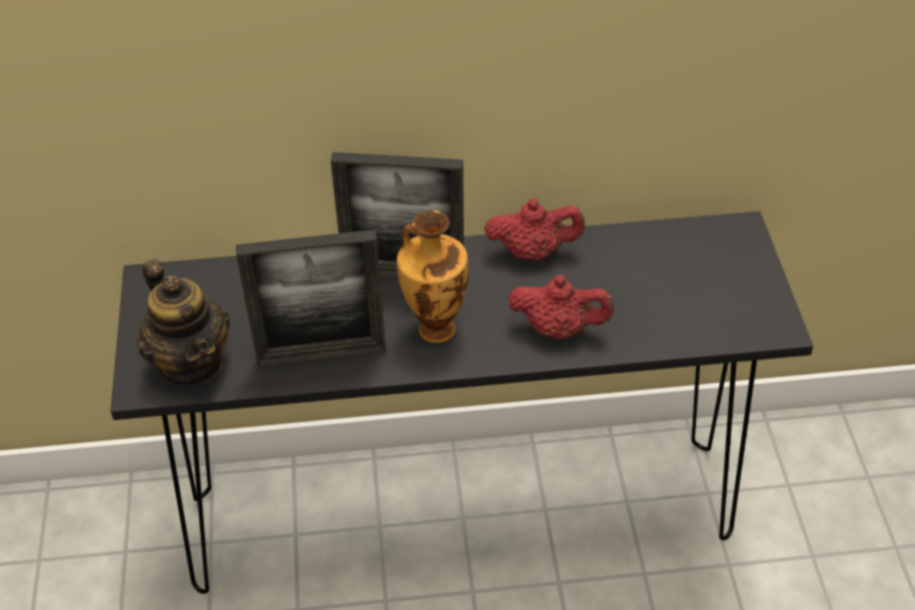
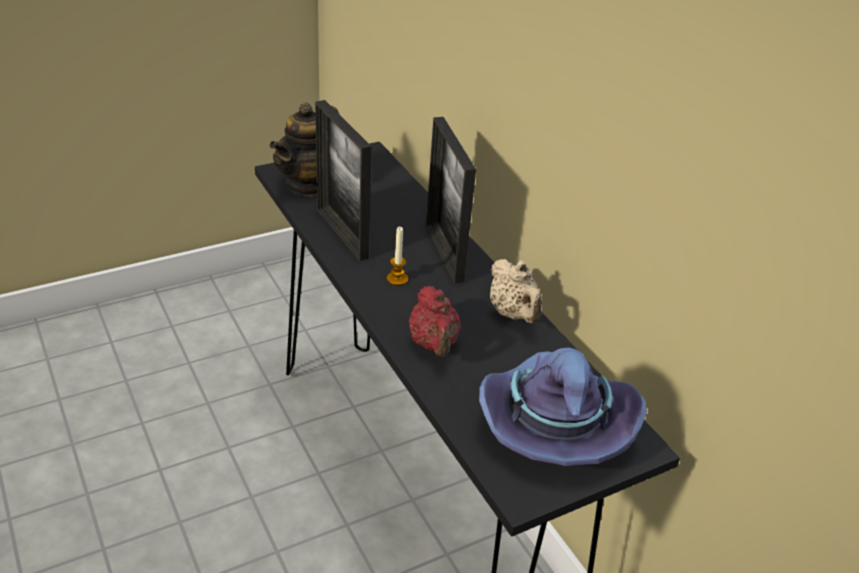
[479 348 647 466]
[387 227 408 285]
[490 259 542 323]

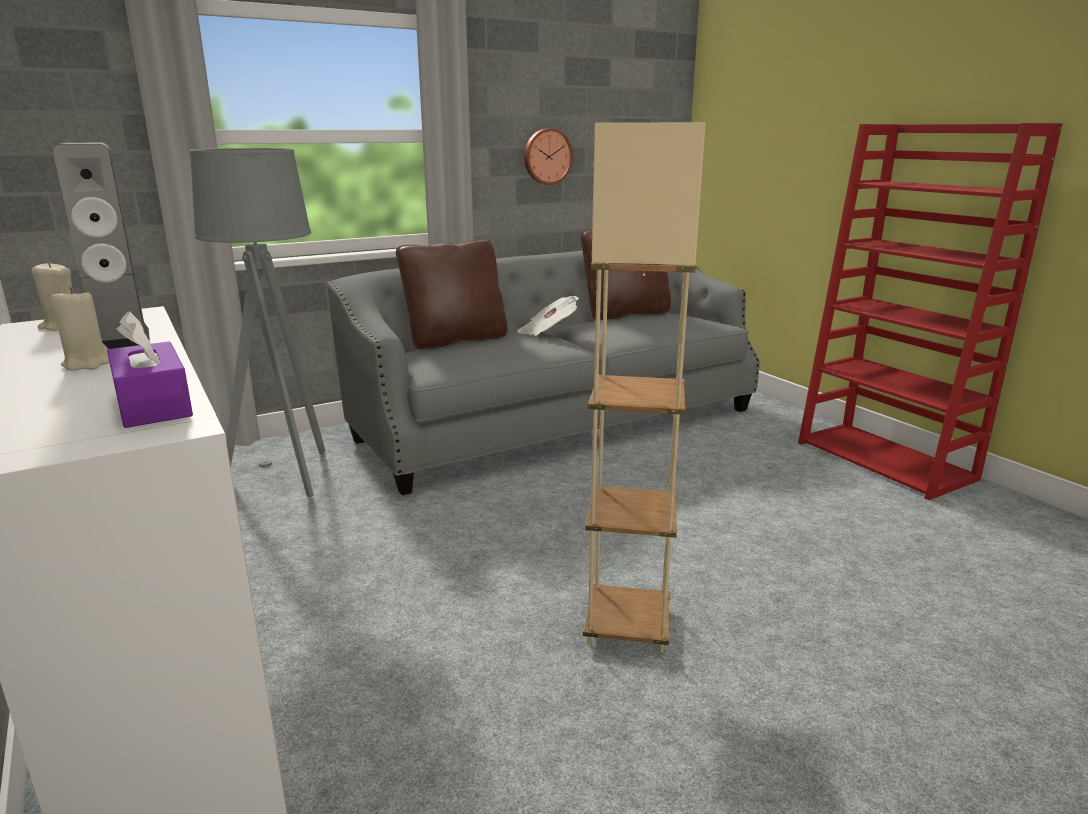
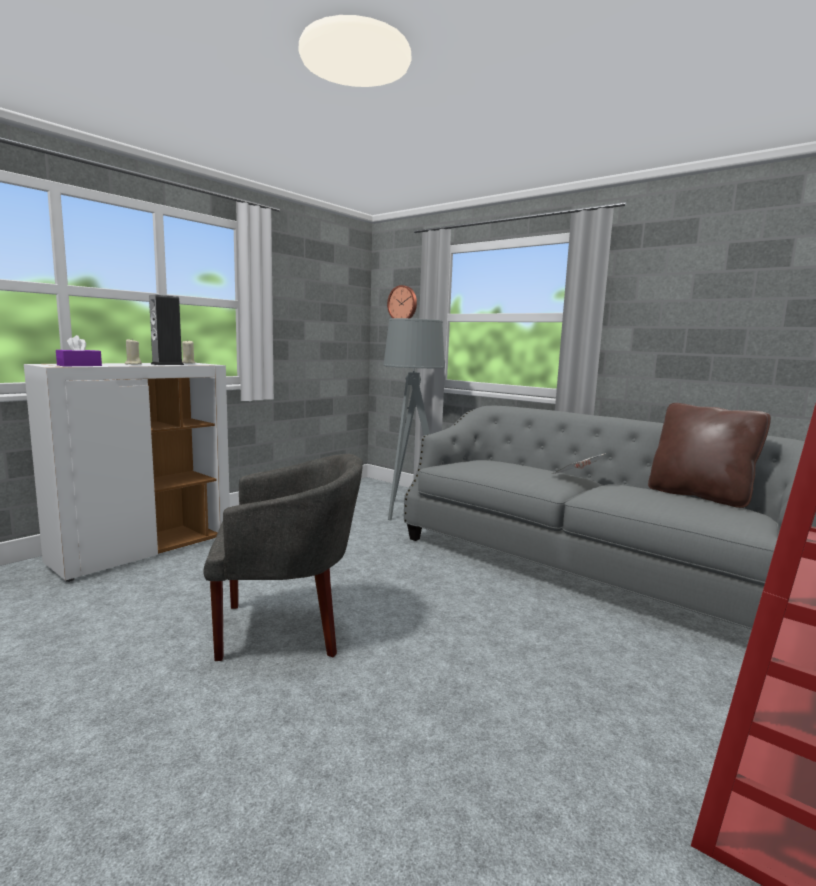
[396 239 508 349] (first image)
[387 285 417 318]
[203 454 363 661]

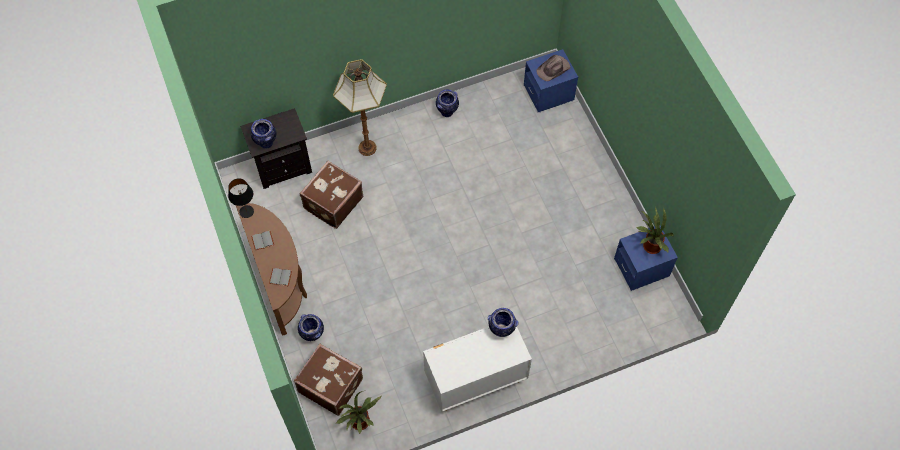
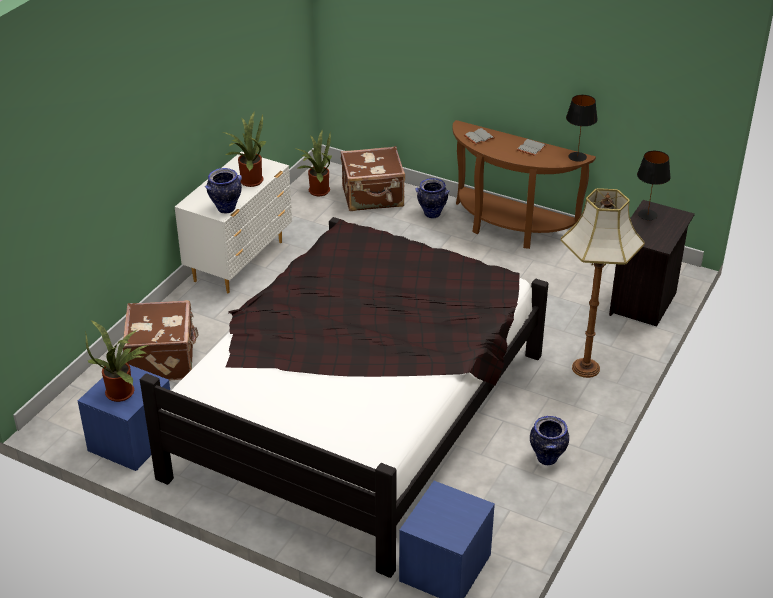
[537 55 571 81] (first image)
[140 217 549 578]
[223 112 266 187]
[123 300 199 381]
[637 151 671 220]

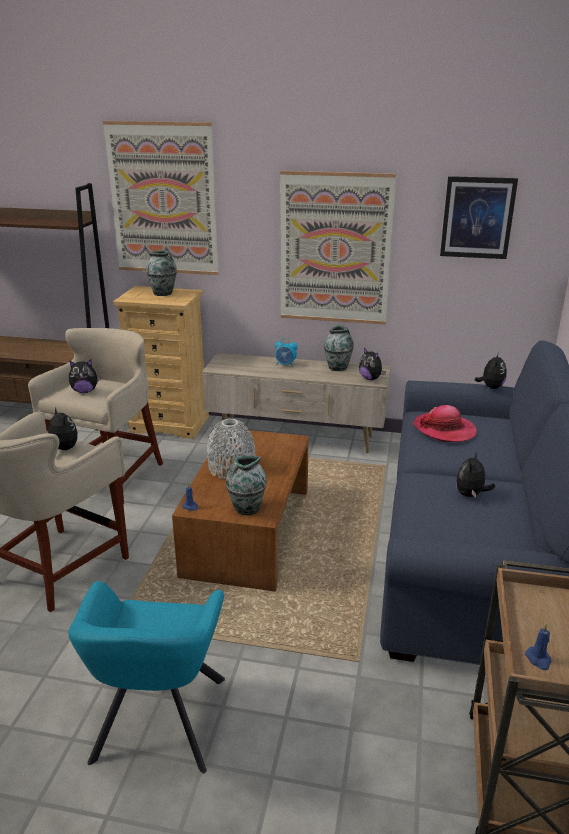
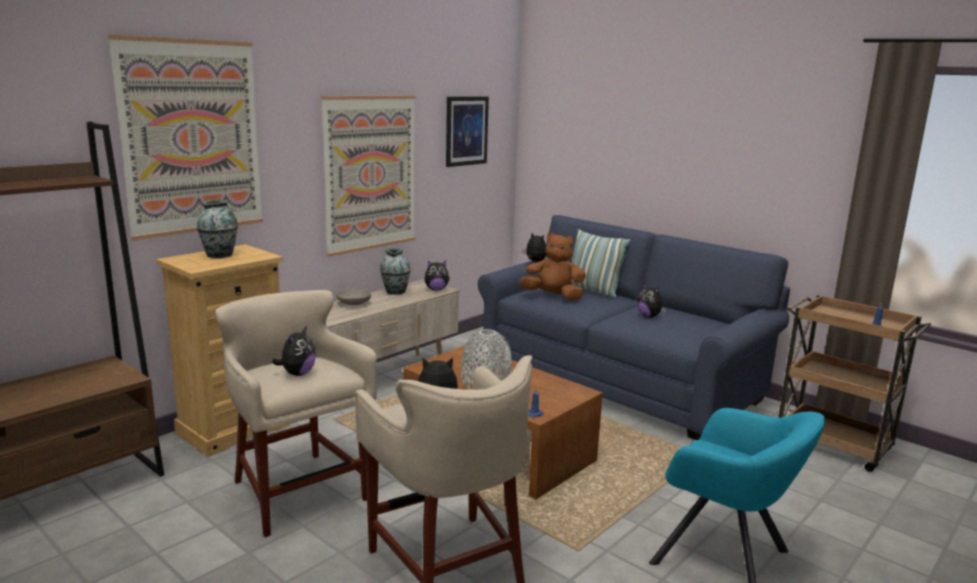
[226 456 267 515] (first image)
[571 229 630 298]
[336 288 371 305]
[519 233 586 300]

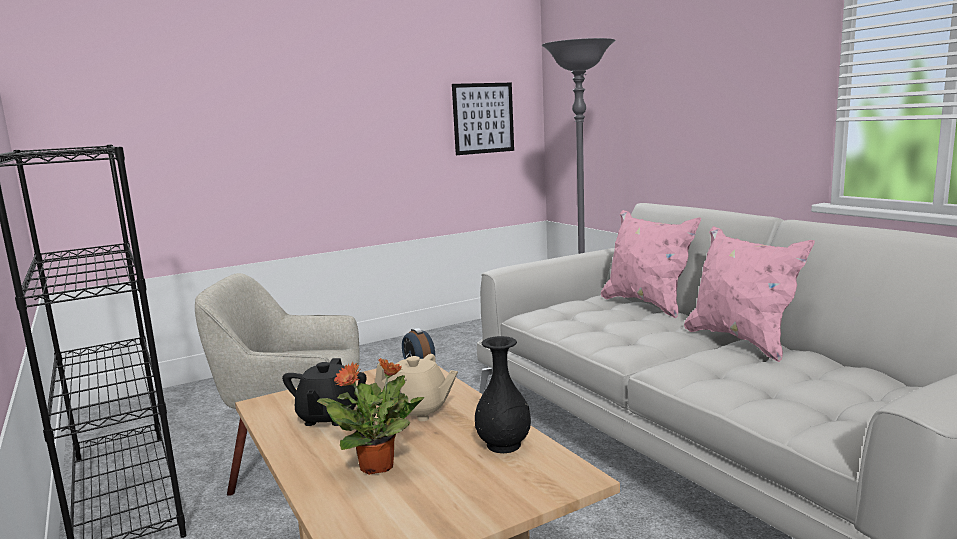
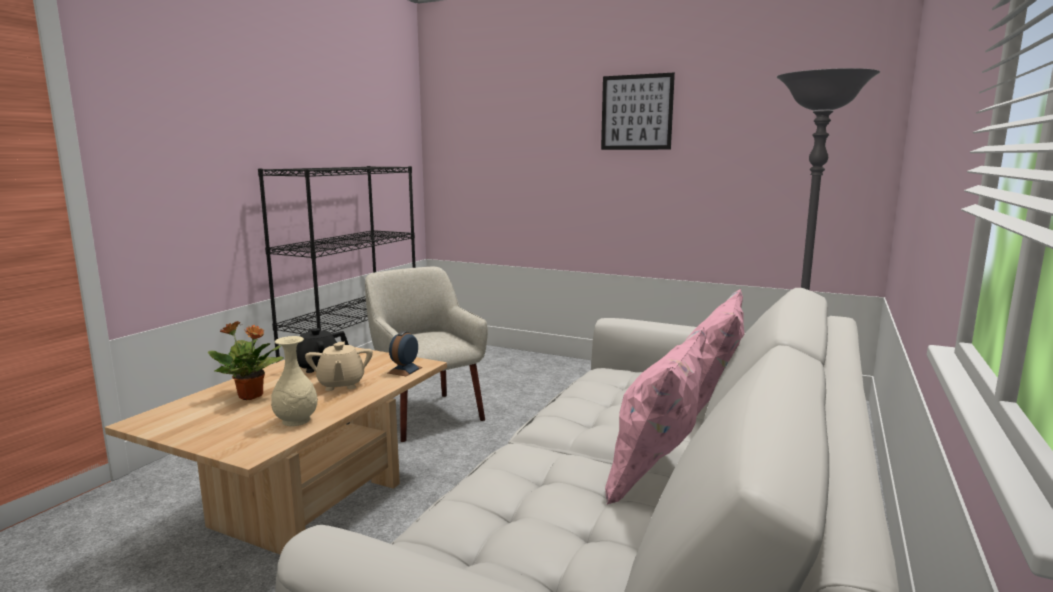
[601 73 675 150]
[271 336 318 426]

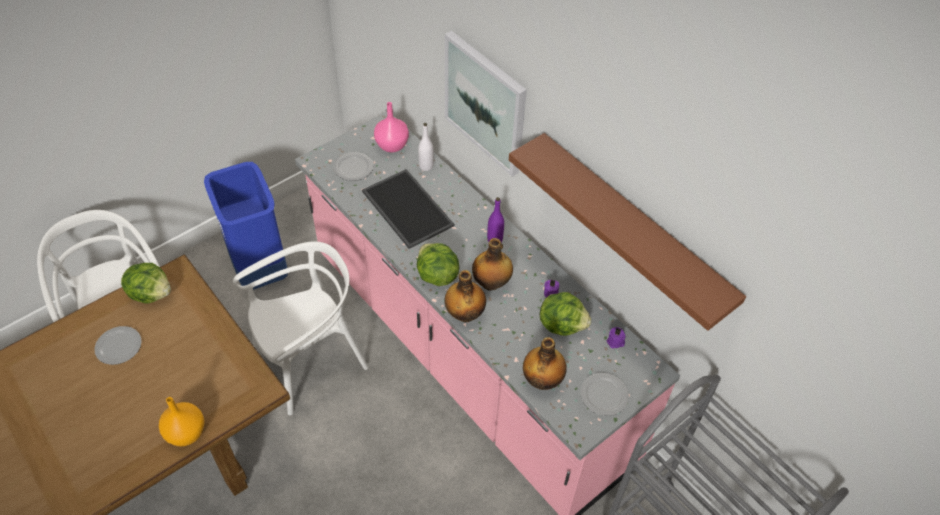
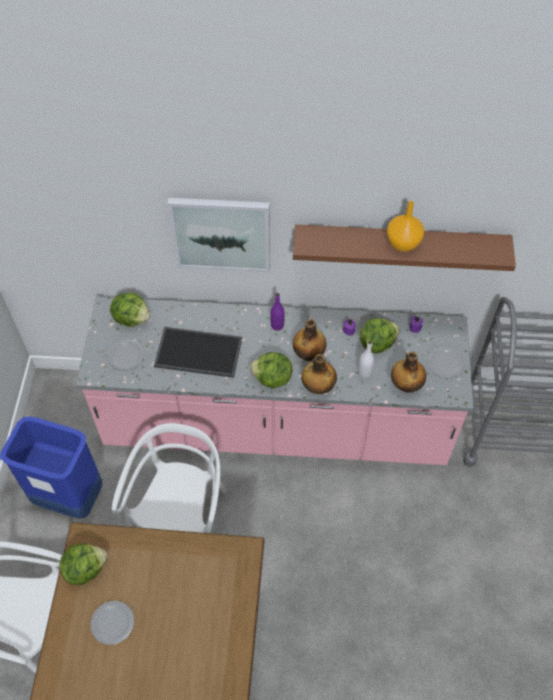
[387 201 424 252]
[358 341 374 378]
[110 293 150 327]

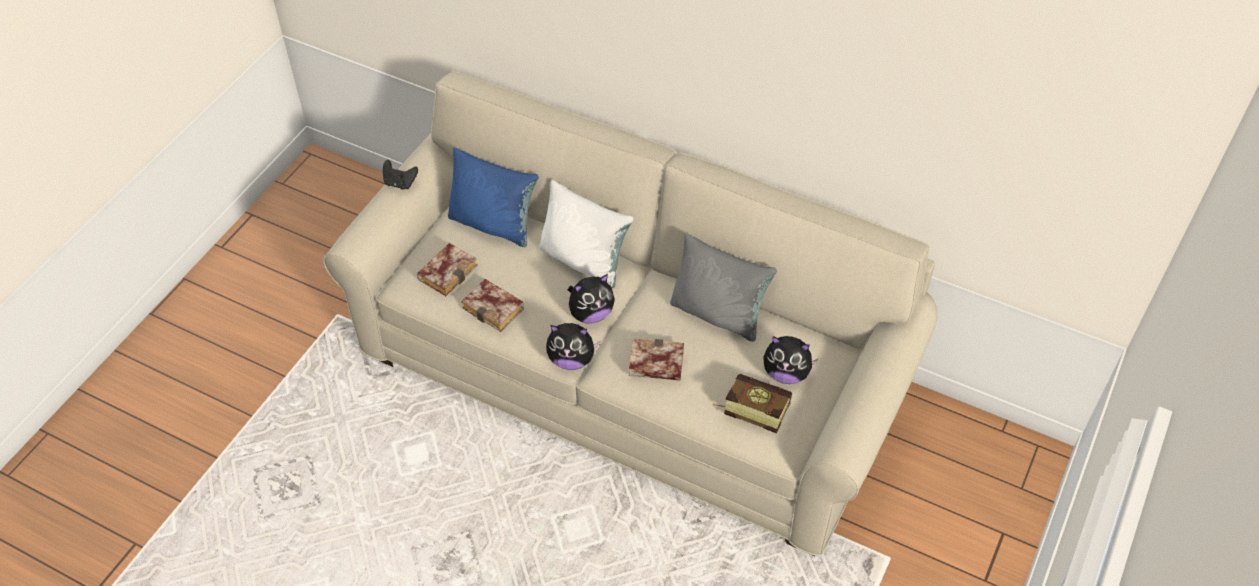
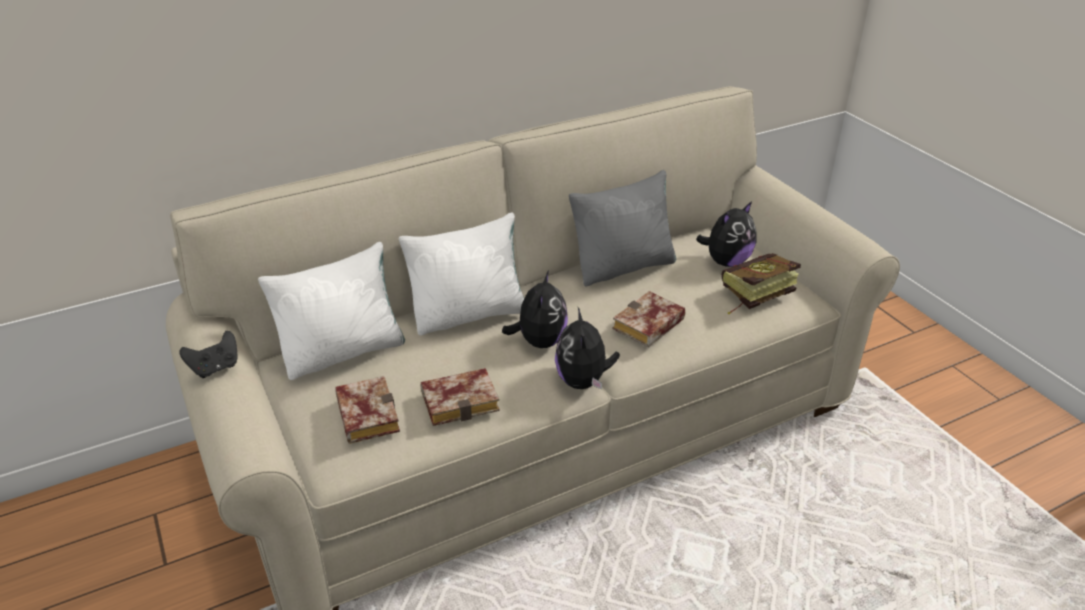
[258 242 405 380]
[555 308 620 390]

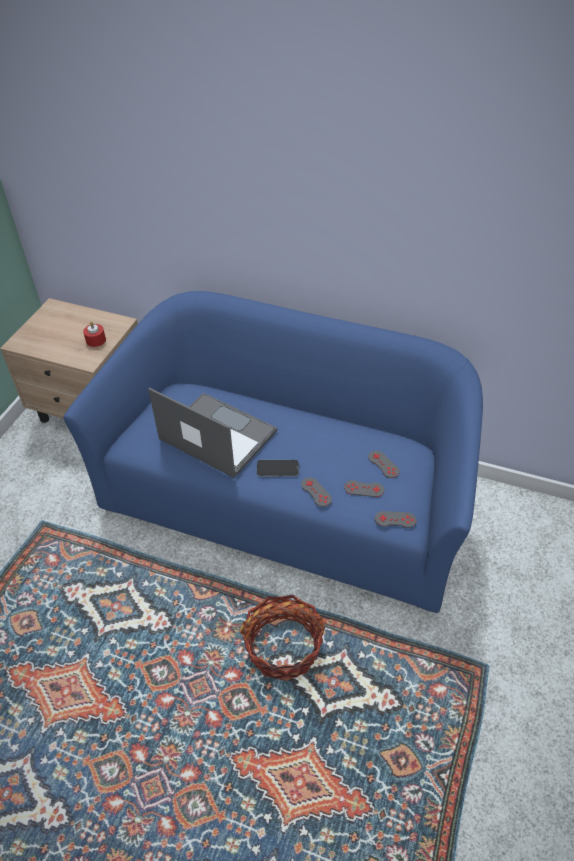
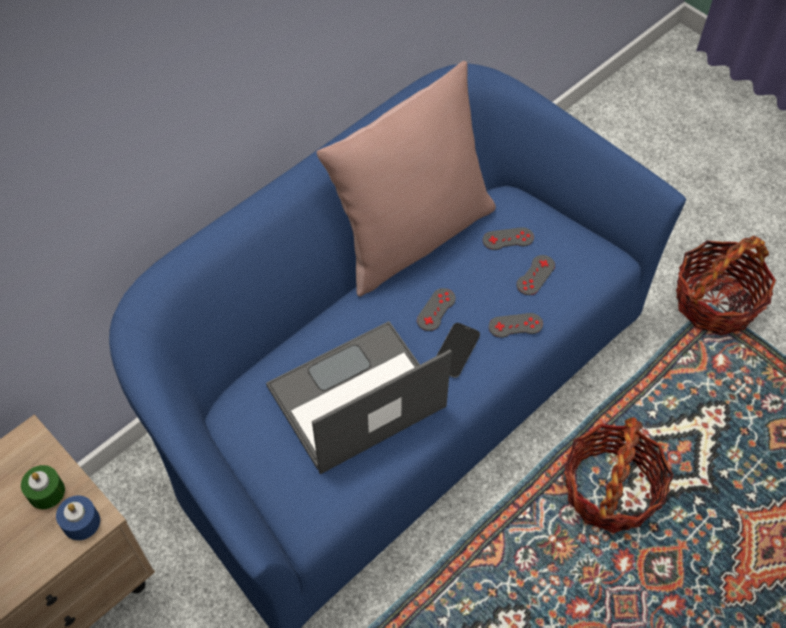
[56 496 100 540]
[316 61 496 296]
[676 236 776 336]
[417 288 456 331]
[21 465 65 509]

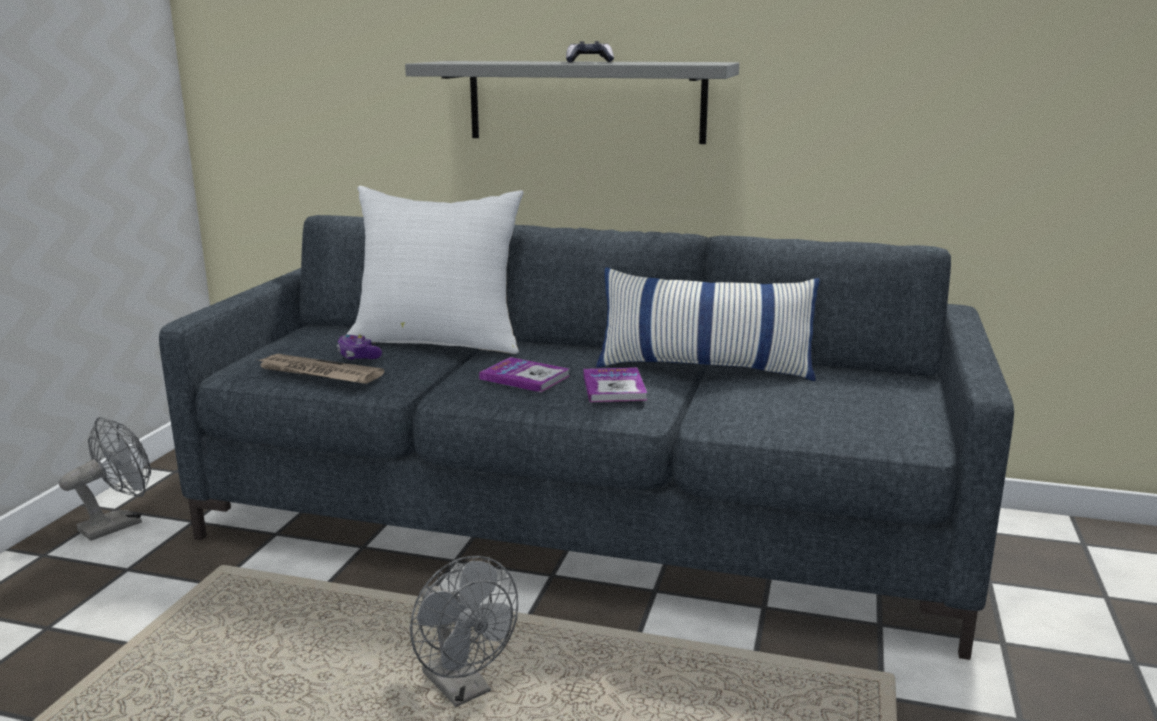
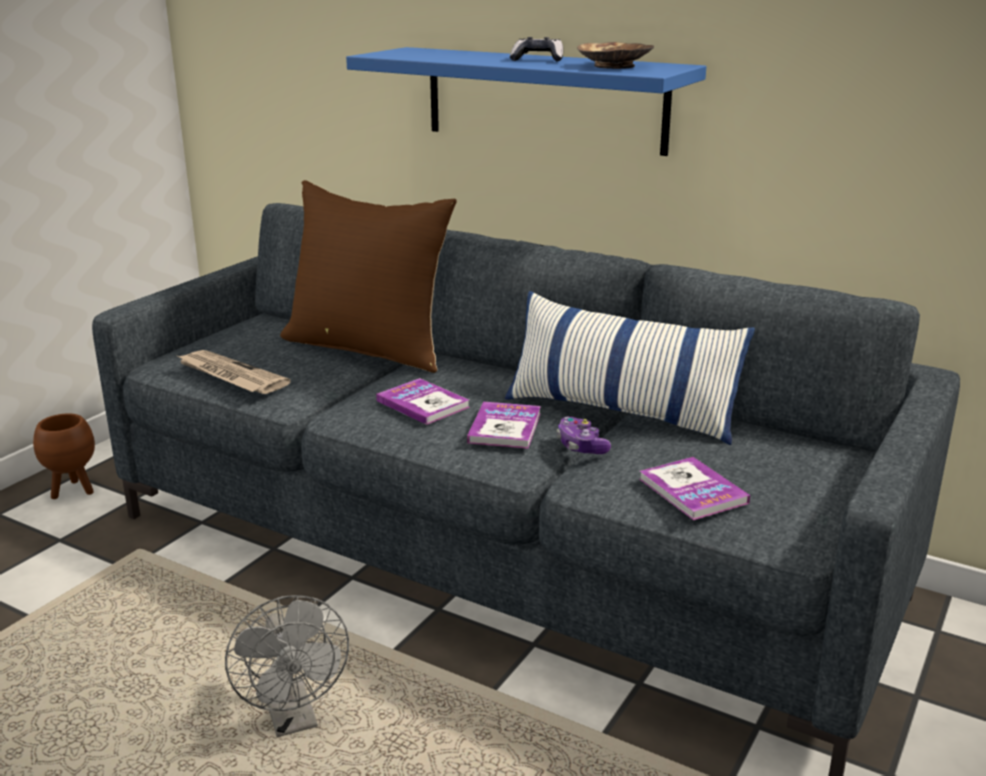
[577 42 654 69]
[639 457 750 520]
[557 417 611 454]
[33 414 95 499]
[280 180 457 373]
[346 47 706 156]

